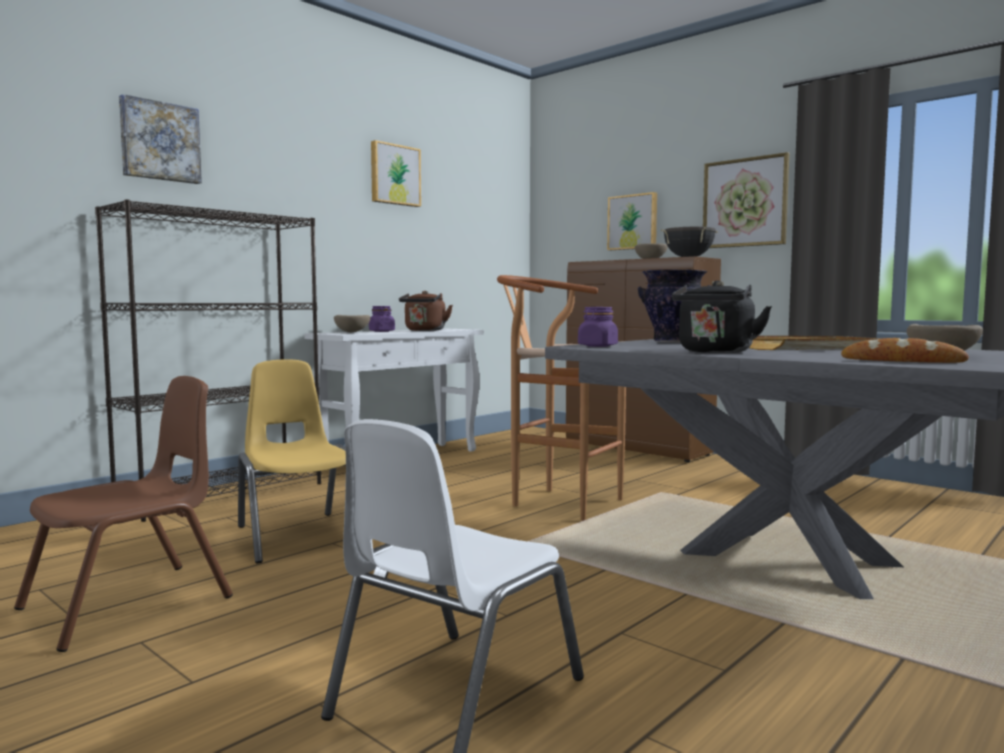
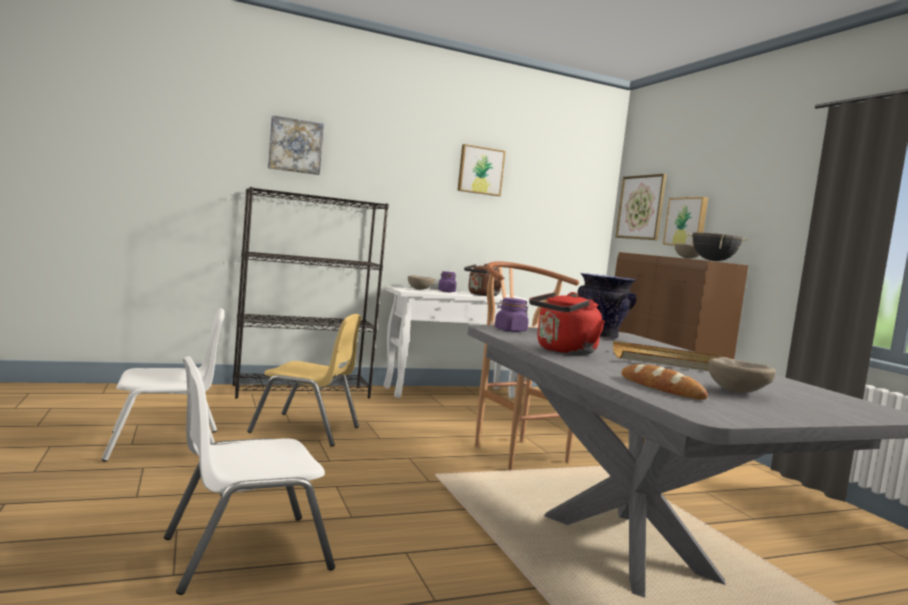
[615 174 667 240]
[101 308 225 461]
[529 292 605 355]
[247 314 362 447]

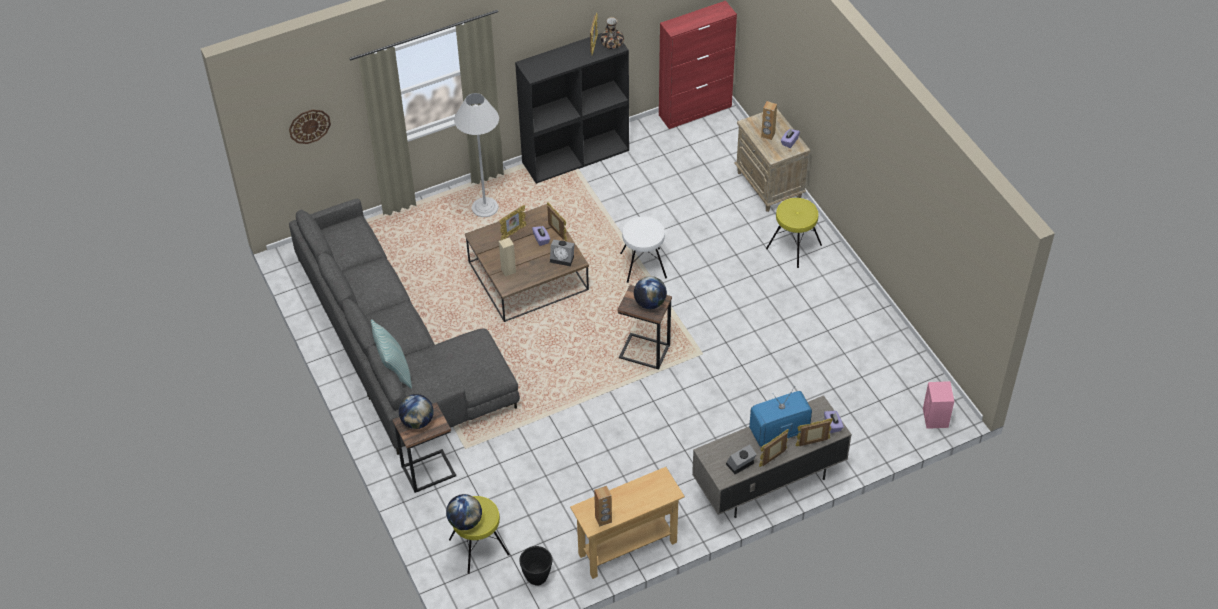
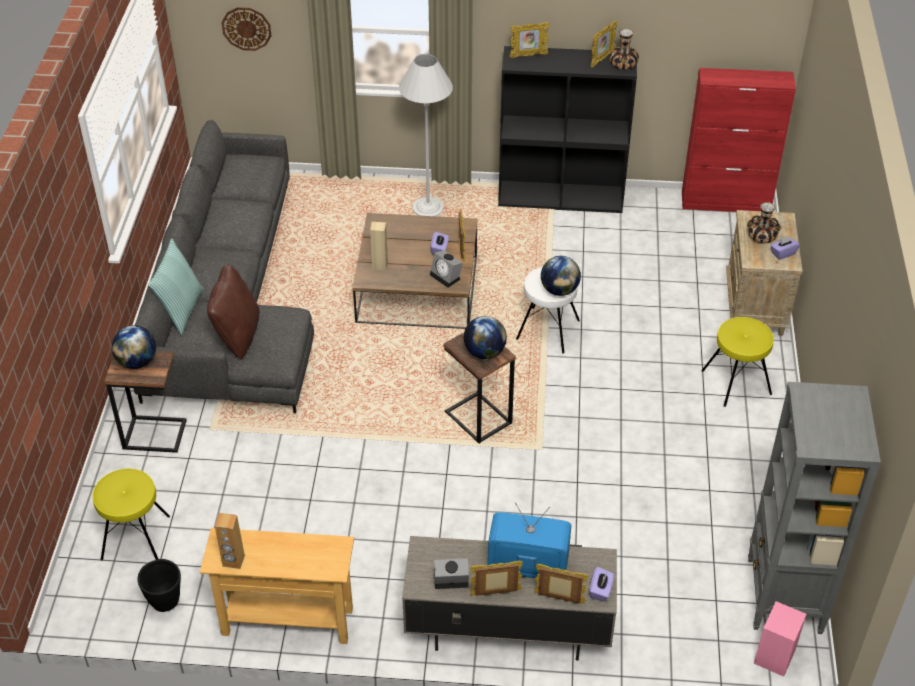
[207 264 260 359]
[748 382 881 634]
[541 256 581 296]
[509 22 550 58]
[747 202 781 243]

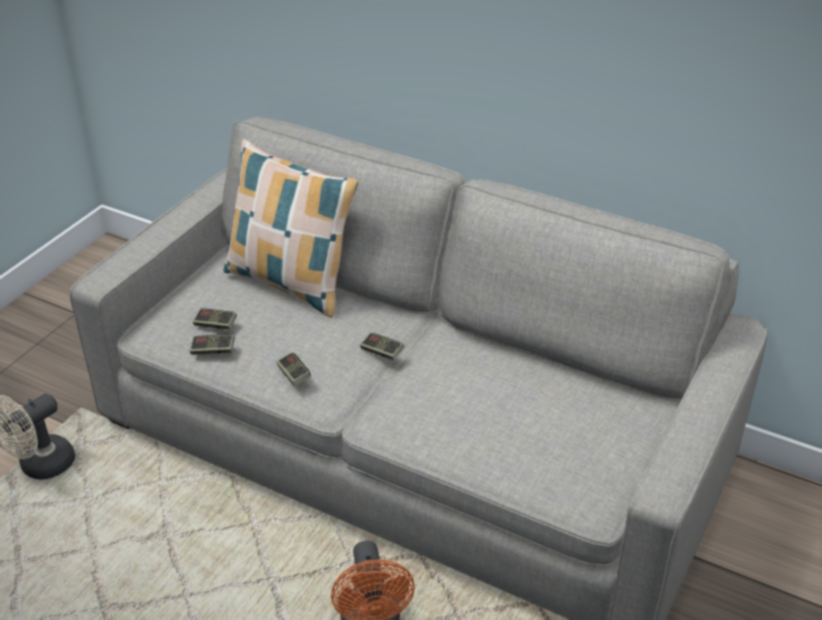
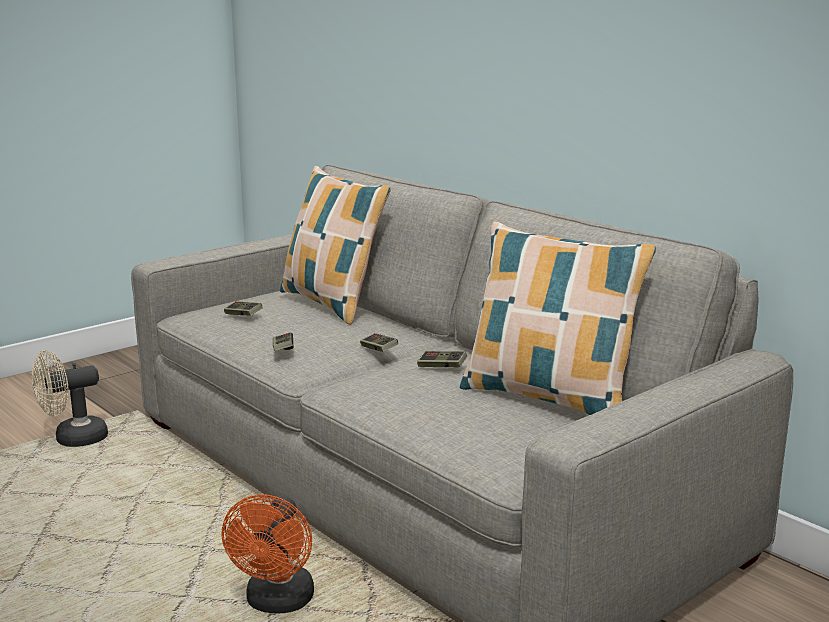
[460 222 656 415]
[417 351 467 367]

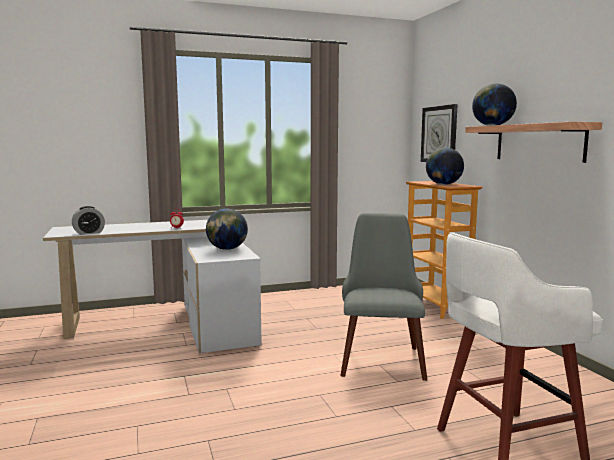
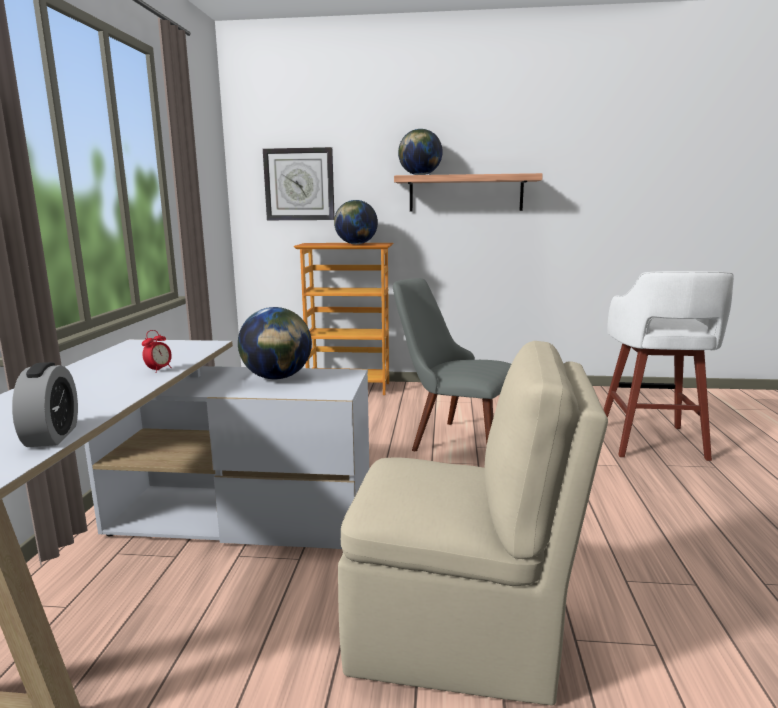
[338 341 608 706]

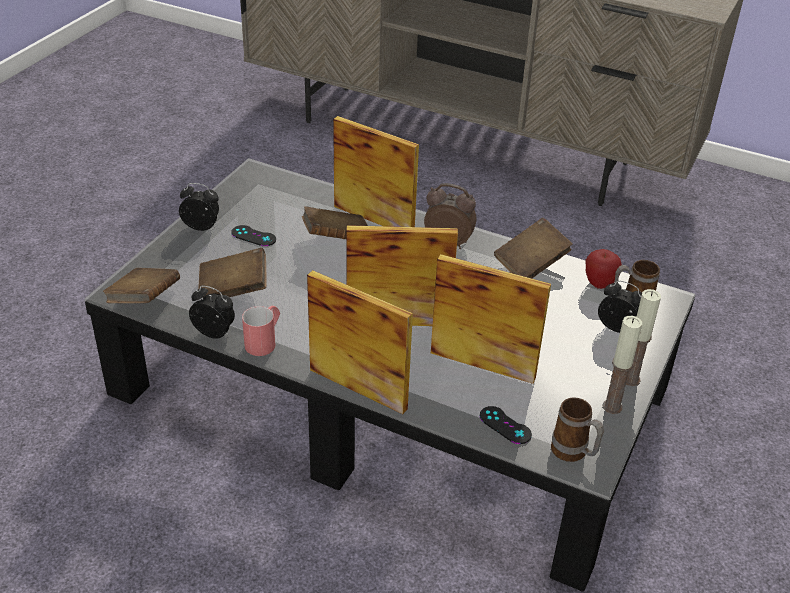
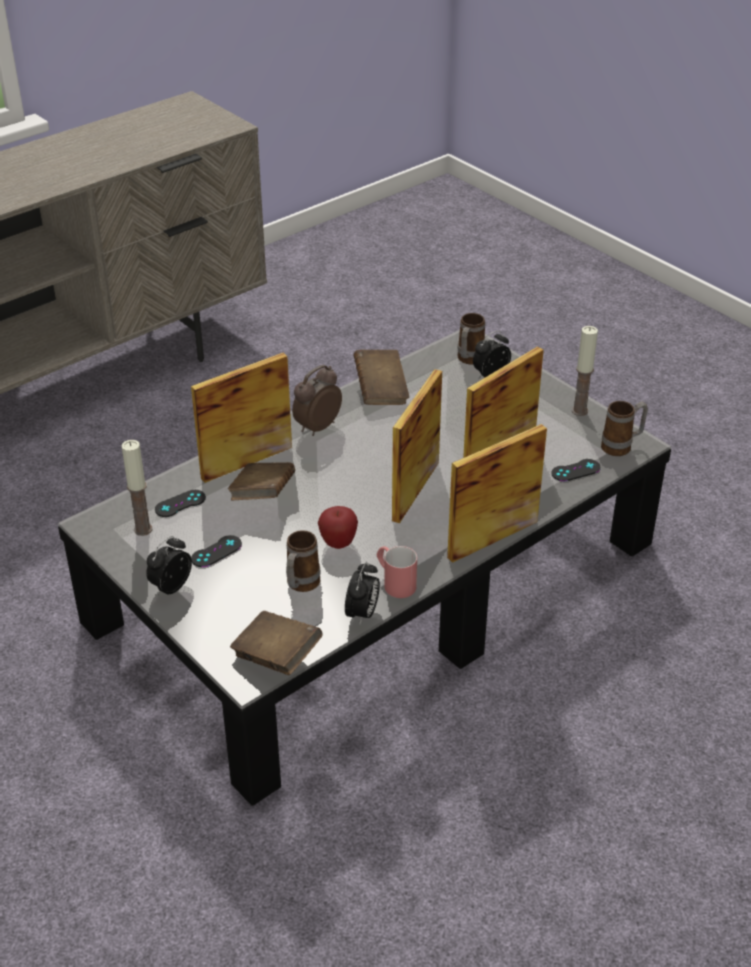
[155 490 206 517]
[318 506 358 549]
[121 440 152 536]
[286 530 321 592]
[345 562 380 624]

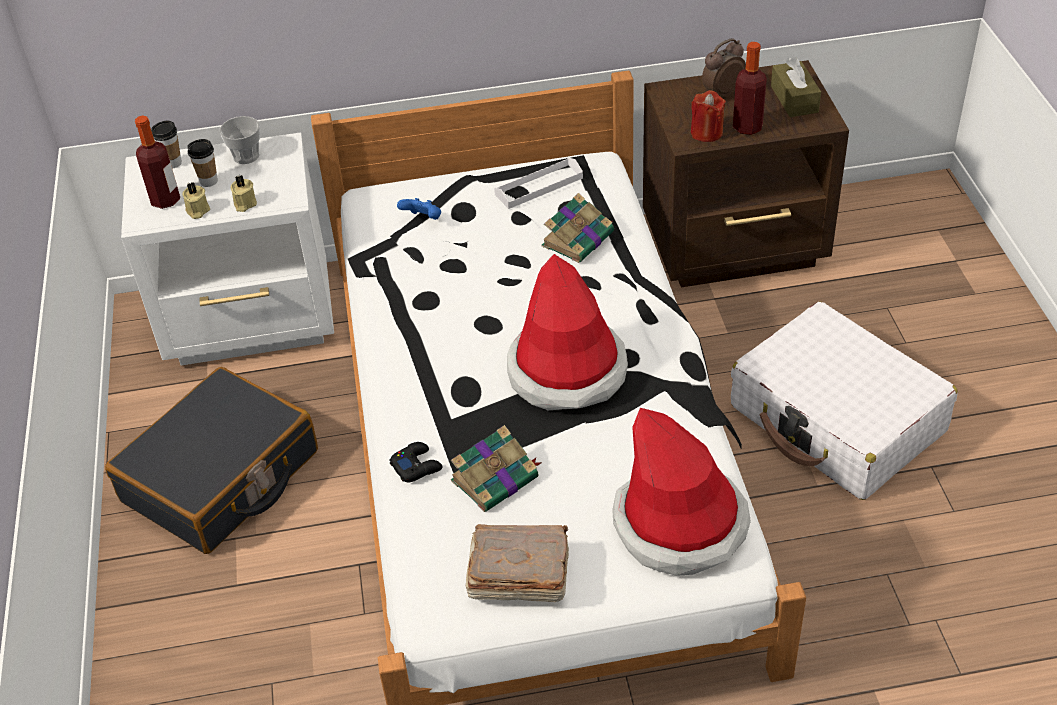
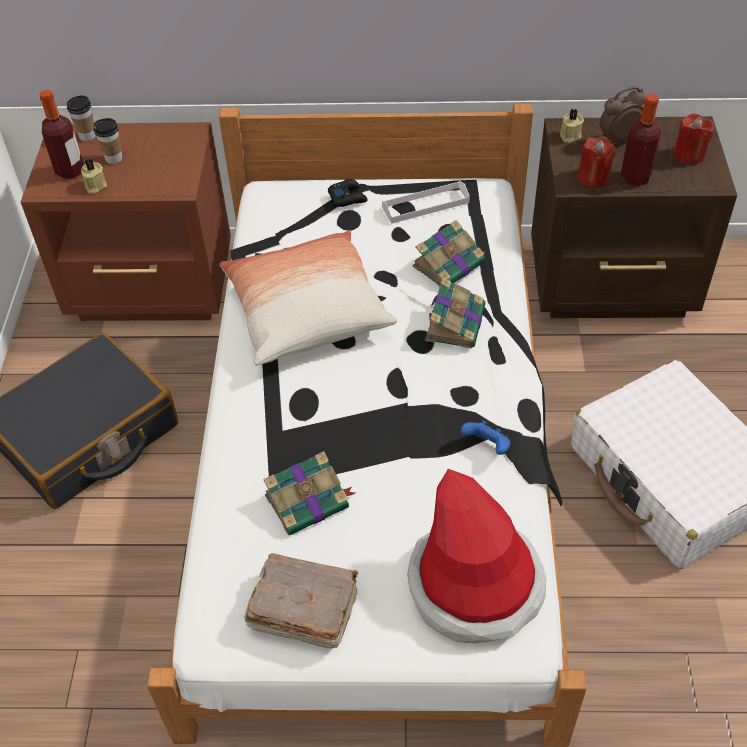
[220 116 260 164] (first image)
[507 254 628 410] (first image)
[220 230 397 365]
[425 277 485 349]
[559 109 584 143]
[328 179 368 207]
[461 420 510 455]
[673 113 714 165]
[21 122 231 321]

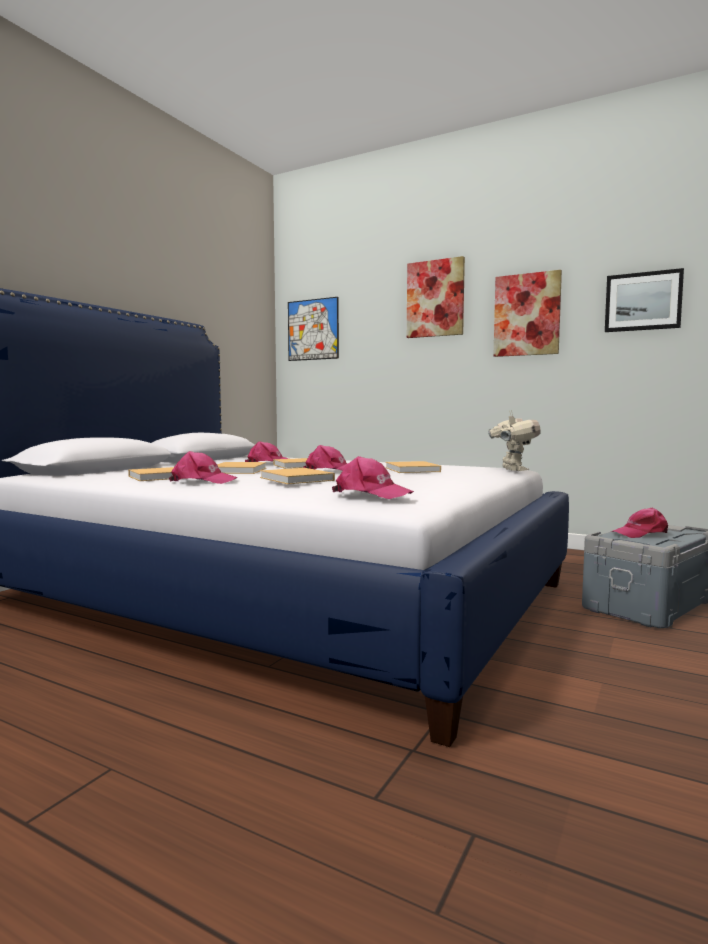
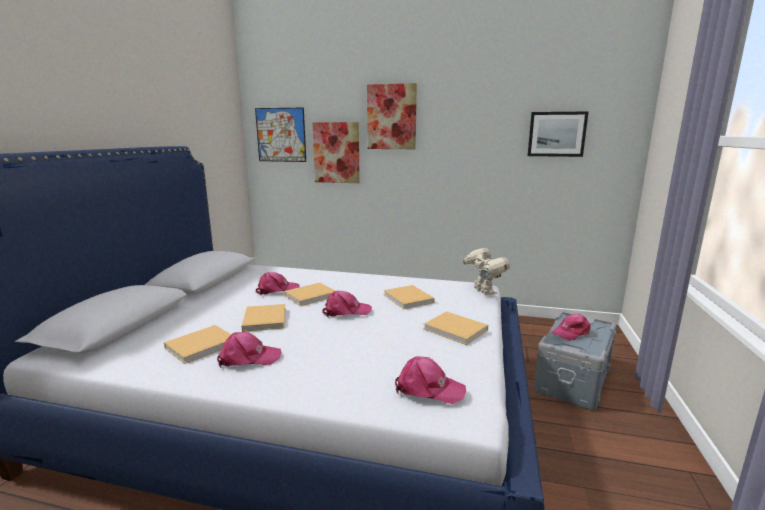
[424 311 488 345]
[312 122 360 183]

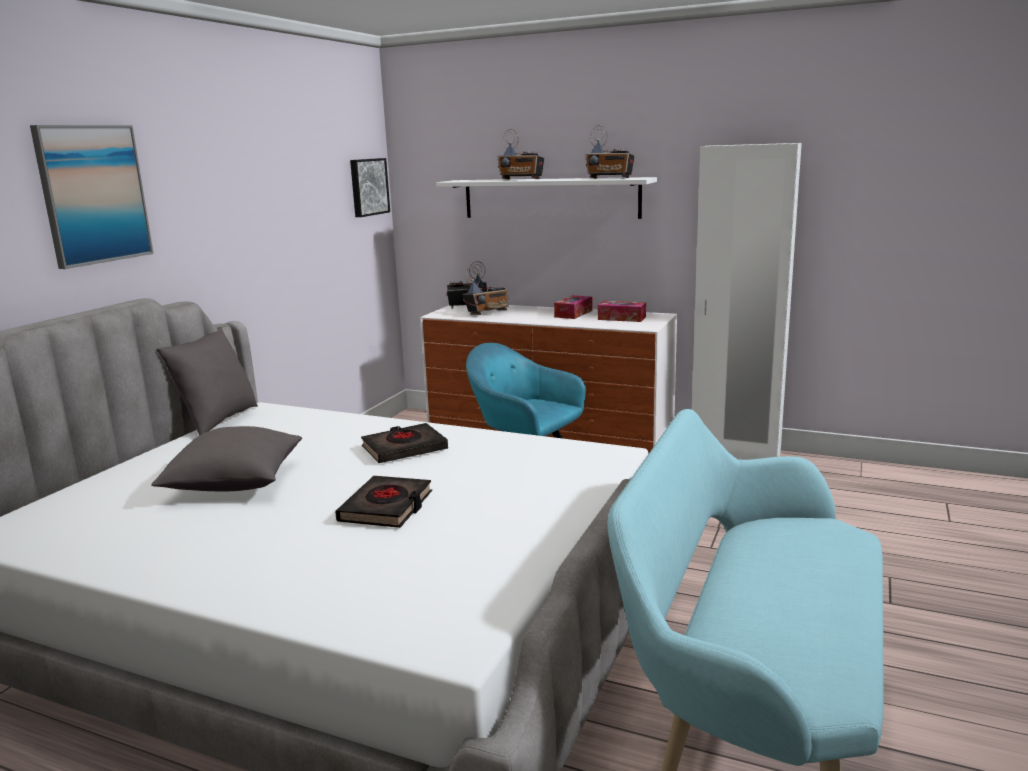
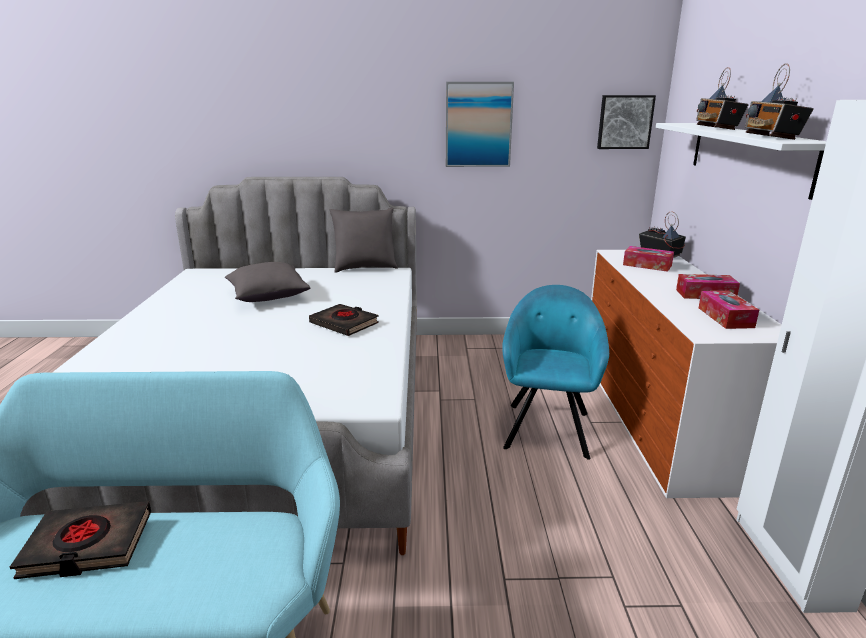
[446 82 514 167]
[10 501 151 579]
[623 246 674 272]

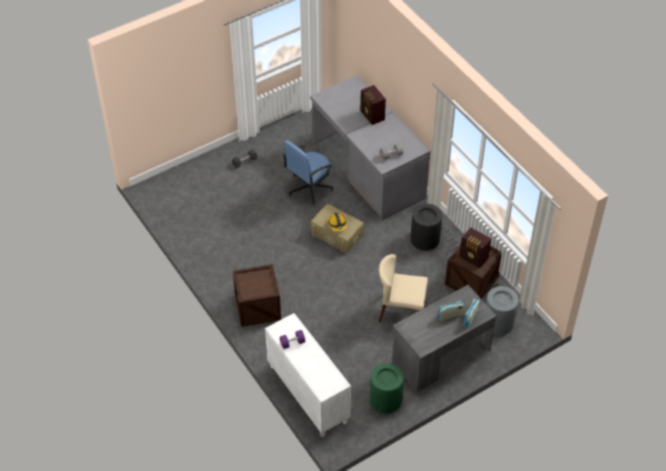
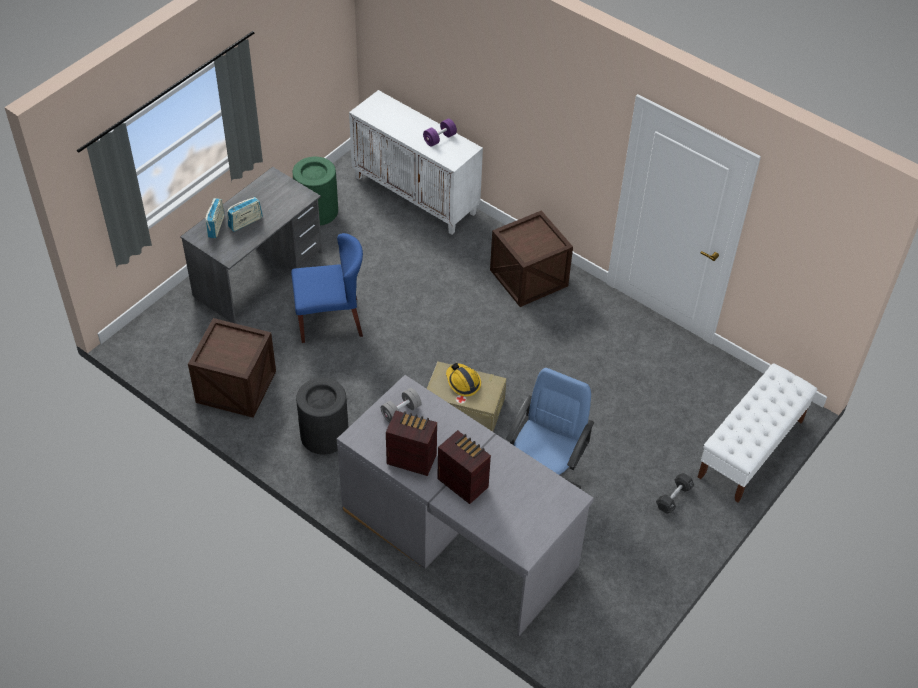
[486 286 519 335] (first image)
[697 363 817 503]
[386 411 437 476]
[291 233 363 343]

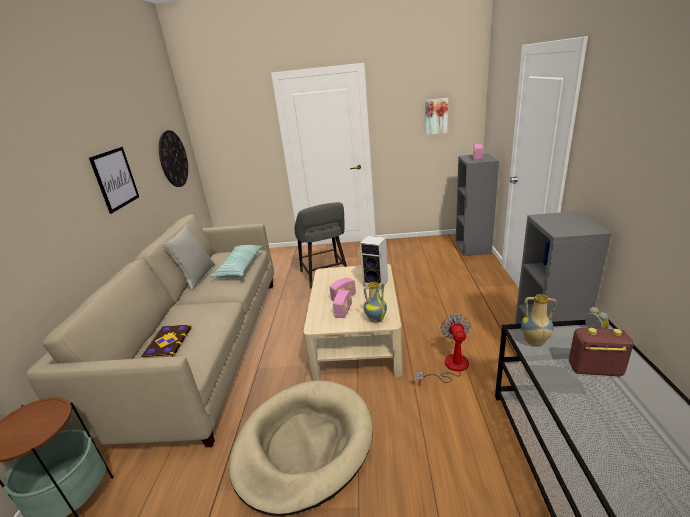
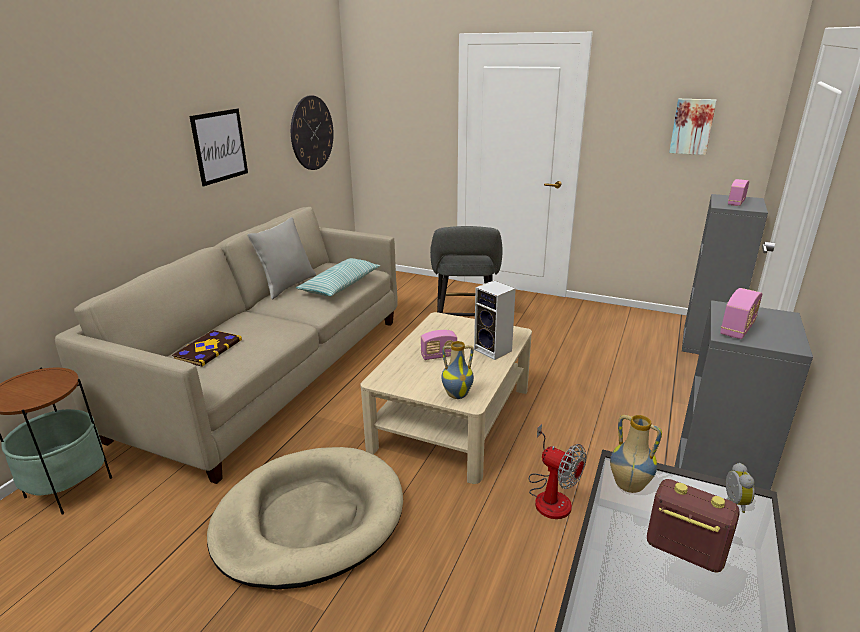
[720 288 762 339]
[529 424 586 519]

